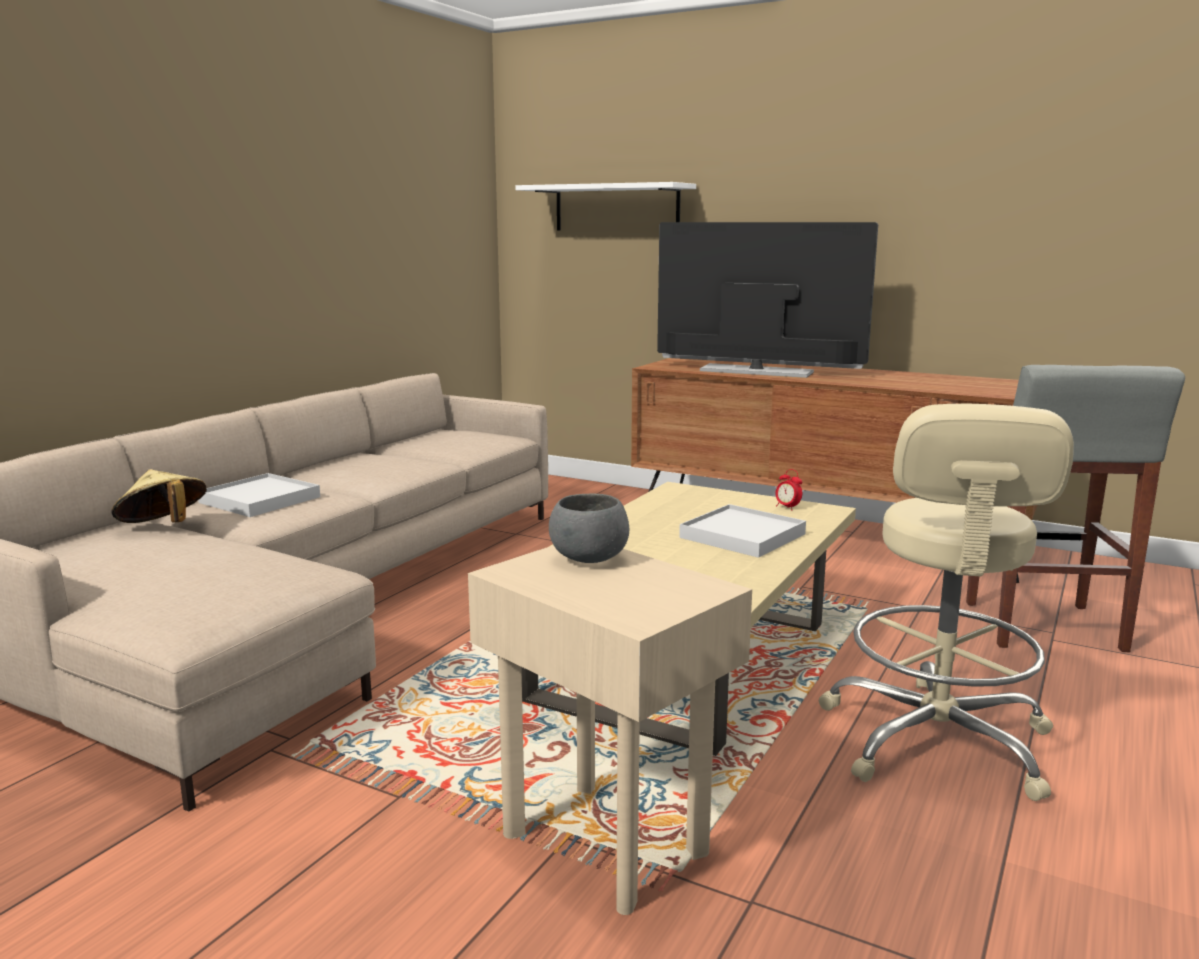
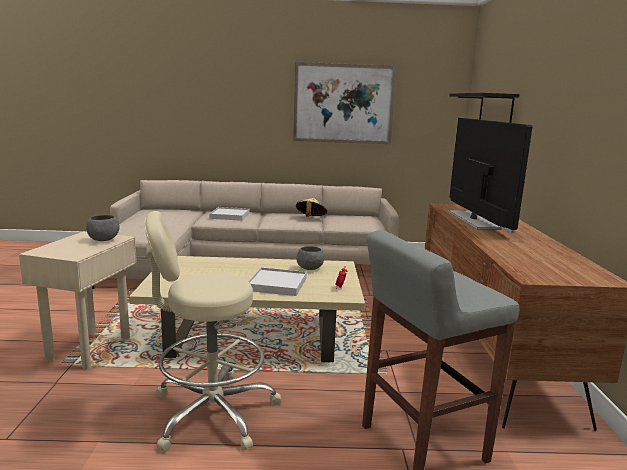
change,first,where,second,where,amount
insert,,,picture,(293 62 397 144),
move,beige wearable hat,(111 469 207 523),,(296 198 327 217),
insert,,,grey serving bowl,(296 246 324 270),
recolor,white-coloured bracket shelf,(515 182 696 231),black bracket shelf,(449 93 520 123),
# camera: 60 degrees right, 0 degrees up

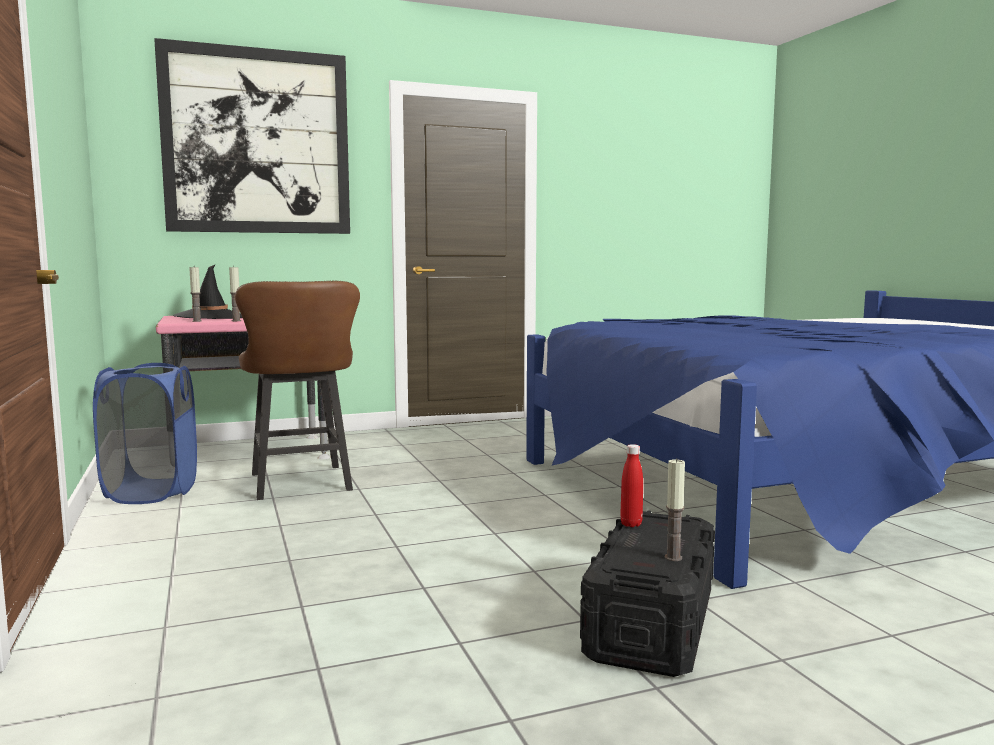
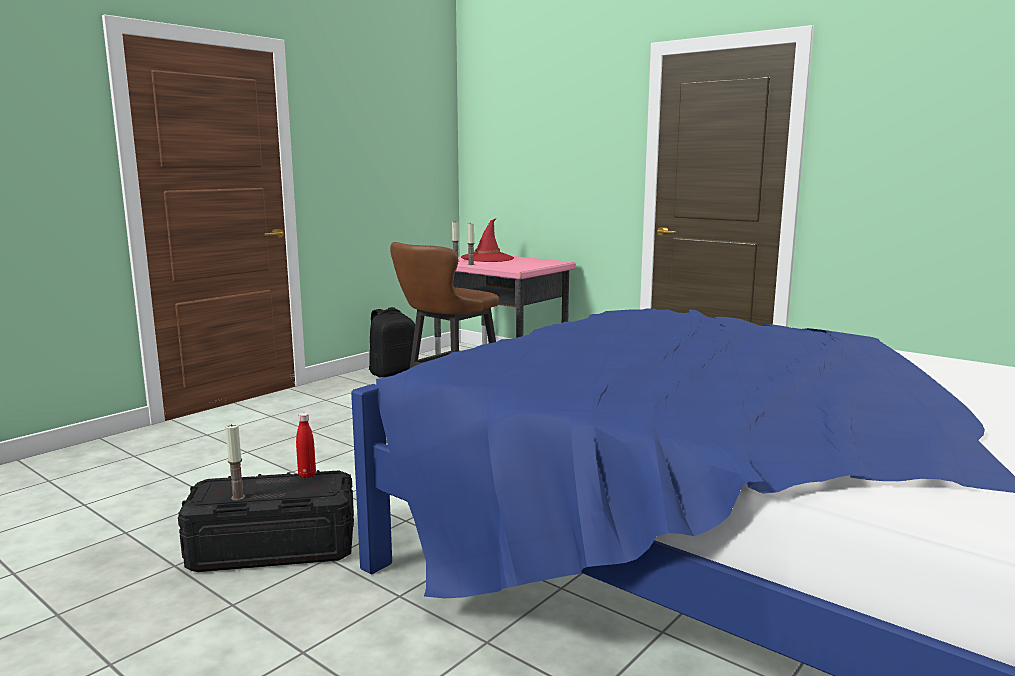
change,first,where,second,where,amount
replace,bluish hamper,(93 363 197 504),black knapsack,(369 307 415 378),
recolor,black wearable hat,(173 265 242 319),red-coloured wearable hat,(461 218 514 262),
delete,picture,(154 38 350 234),,,
# camera: 60 degrees right, 5 degrees up

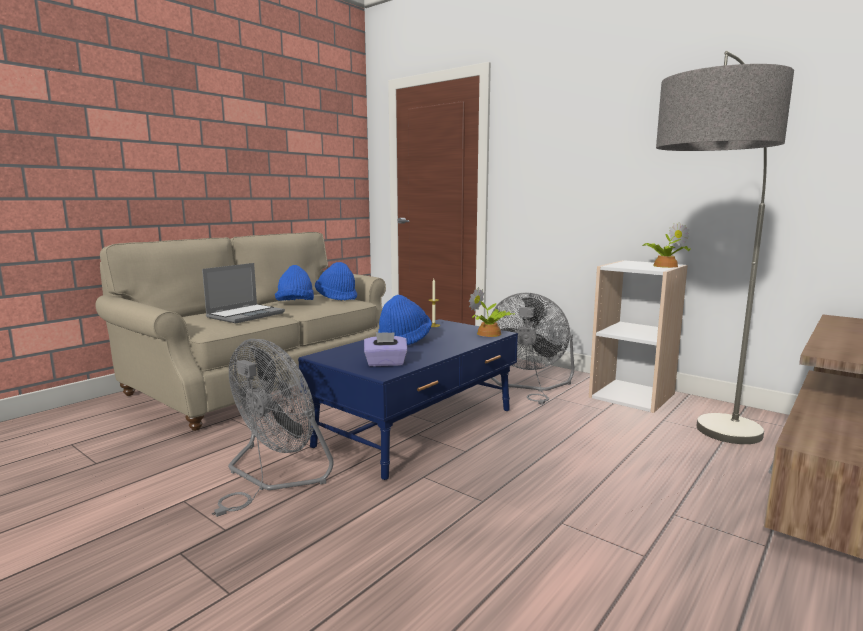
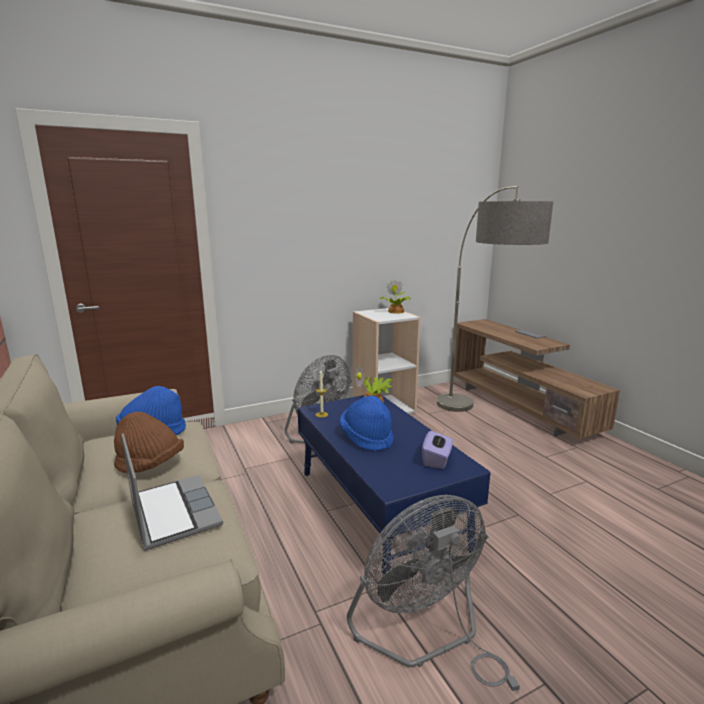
change,first,where,second,where,amount
recolor,bluish wearable hat,(275 265 314 301),brown wearable hat,(114 412 184 473),
# camera: 65 degrees left, 5 degrees up

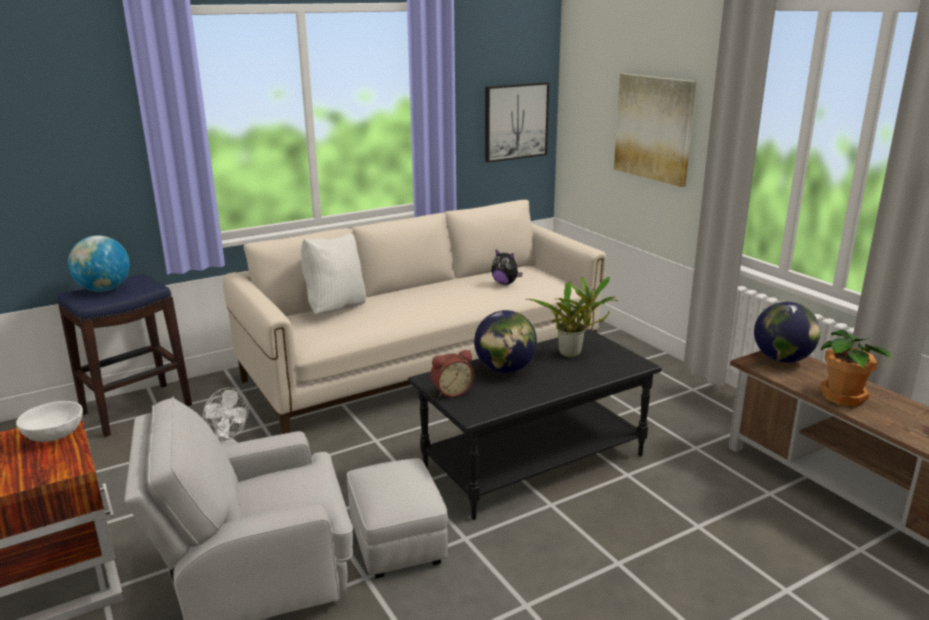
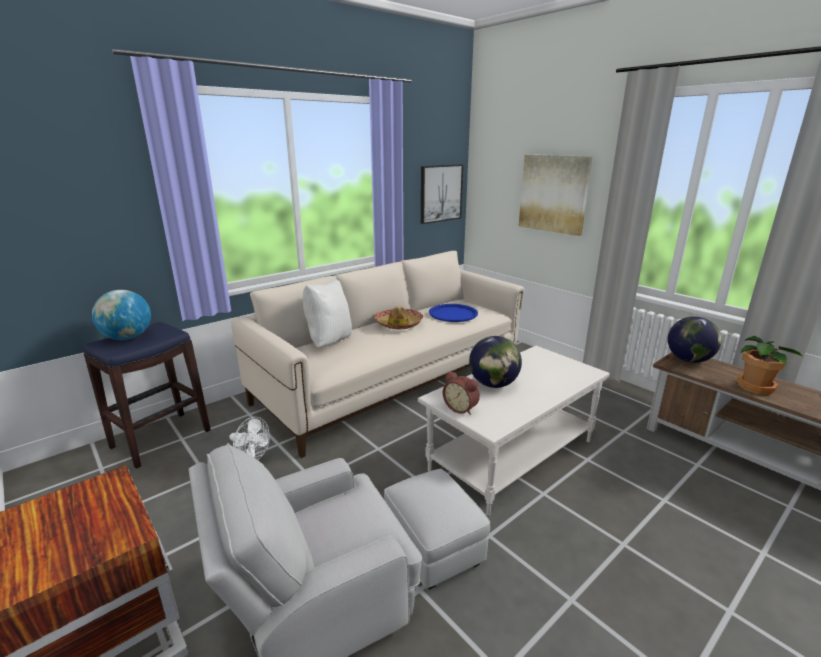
change,first,where,second,where,amount
insert,,,wearable hat,(374 306 424 329),
recolor,black lounge table,(408 329 662 520),white-coloured lounge table,(418 346 610 516),
replace,plush toy,(491 250 523 285),bluish tray,(429 304 478 322),
rotate,alarm clock,(431 350 474 397),,(443 371 480 415),75 degrees clockwise
delete,white-coloured serving bowl,(16 401 83 442),,,
delete,potted plant,(526 277 618 357),,,
# camera: 10 degrees left, 0 degrees up

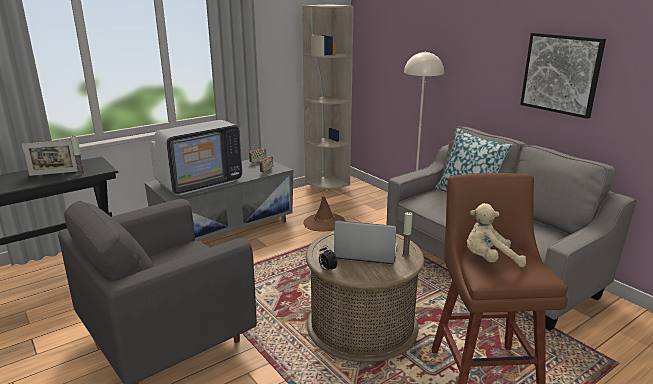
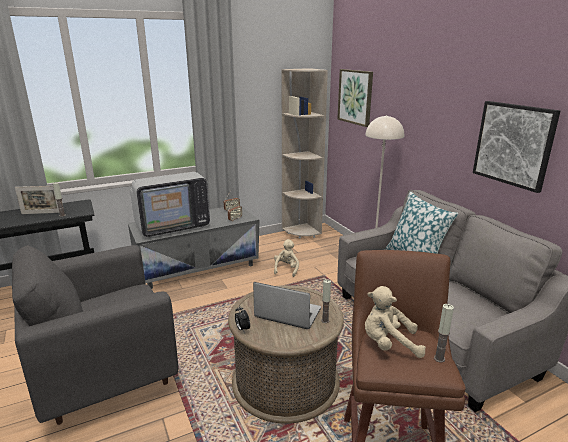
change,first,where,second,where,amount
replace,brown wearable hat,(303 196 345 232),beige plush toy,(274 239 299 277),
insert,,,picture,(337 69 373 127),
insert,,,wax candle,(434 304 454 362),
# camera: 10 degrees right, 0 degrees up

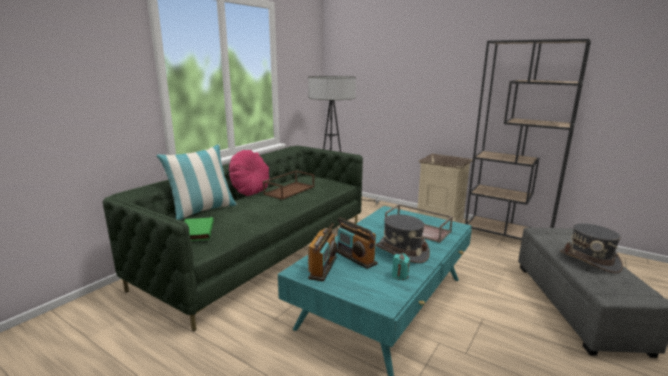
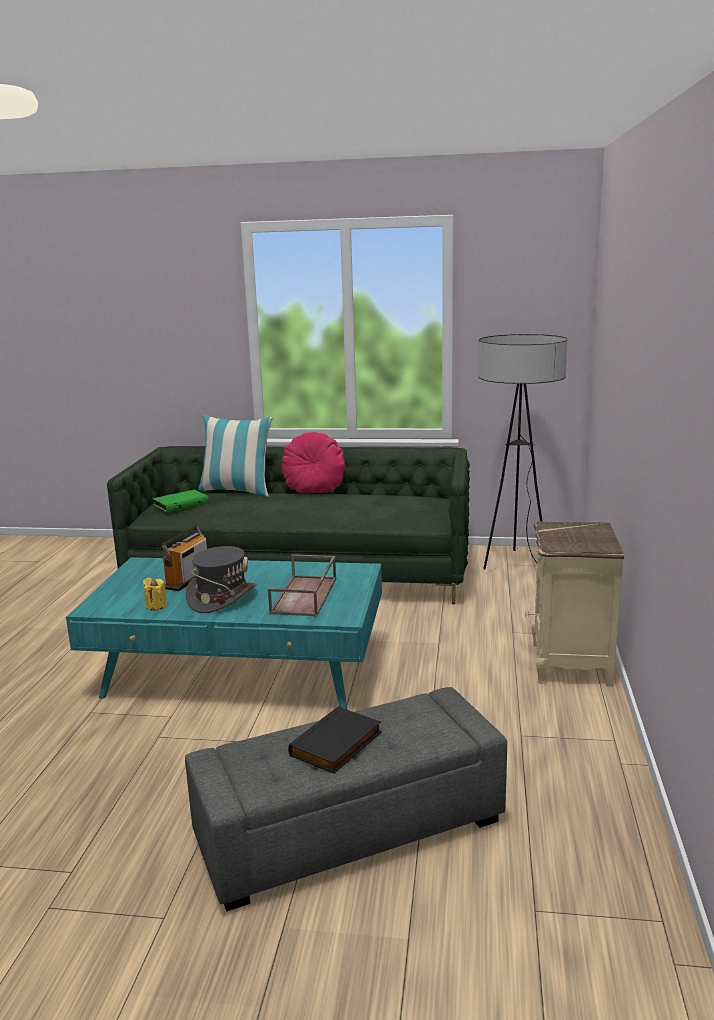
change,first,where,second,where,amount
recolor,turquoise wax candle,(392 253 410 280),yellow wax candle,(143 578 167 611),
replace,grey wearable hat,(560 223 623 273),black book,(288 706 382 774),
delete,brown tray,(263 171 314 200),,,
delete,radio receiver,(308 223 337 281),,,
delete,bookcase,(465 39 591 240),,,
# camera: 65 degrees right, 0 degrees up

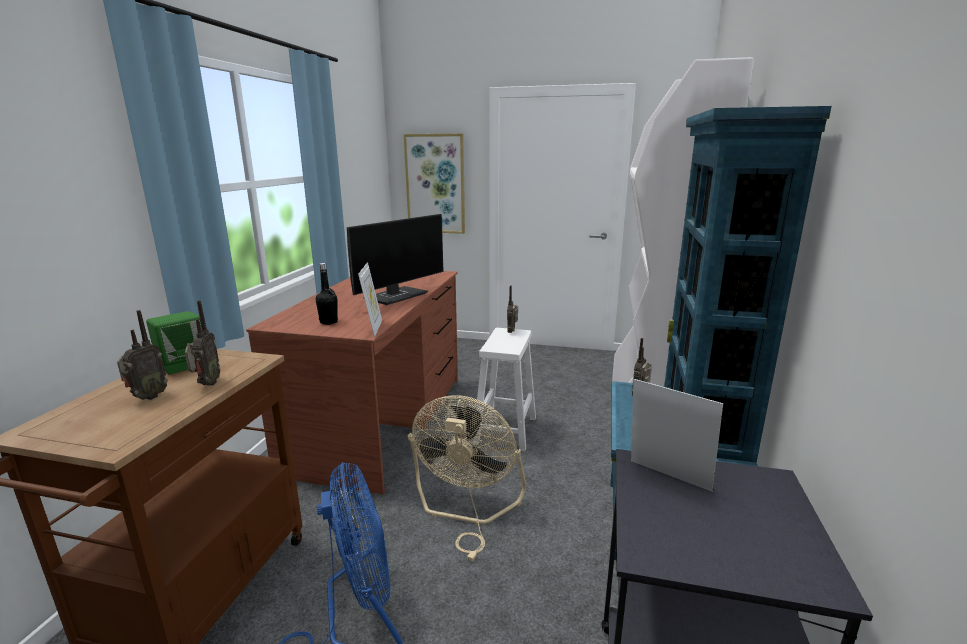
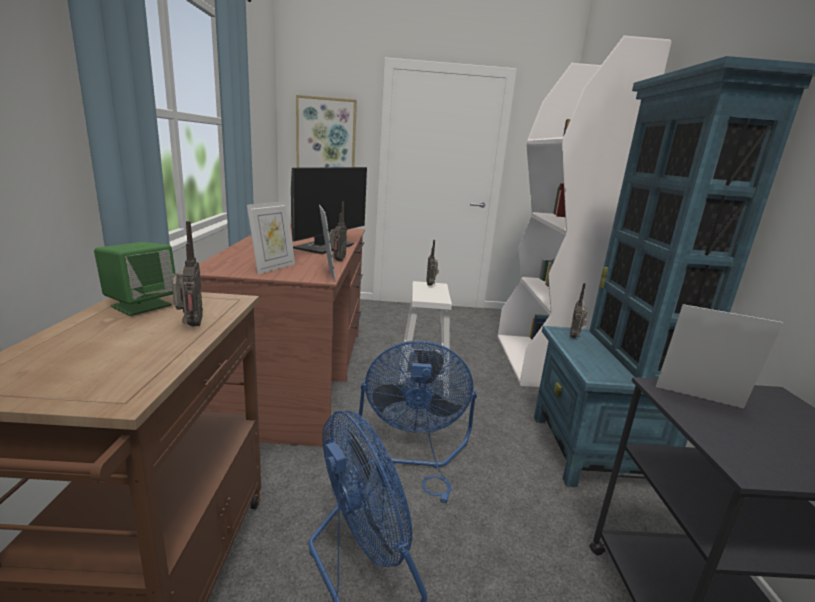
change,first,where,second,where,amount
replace,black drink bottle,(316 263 338 325),photo frame,(247 201 295 274),
move,radio receiver,(117 310 168 400),,(329 202 347 261),
recolor,beige electric fan,(408 395 526 562),bluish electric fan,(358 341 477 504),
# camera: 15 degrees left, 0 degrees up

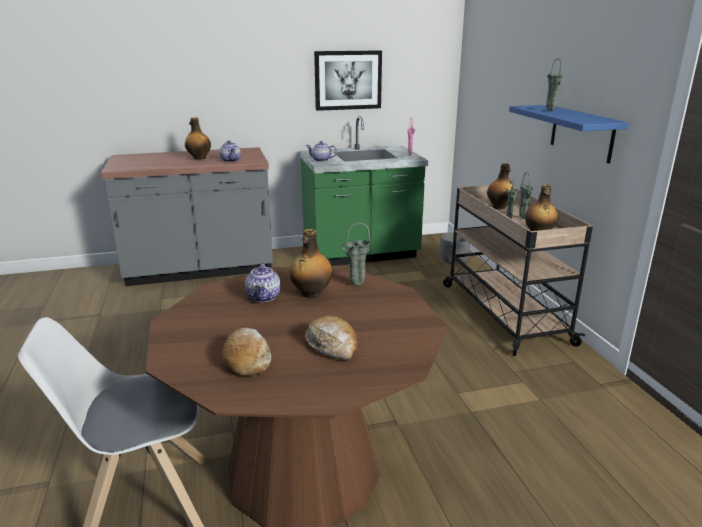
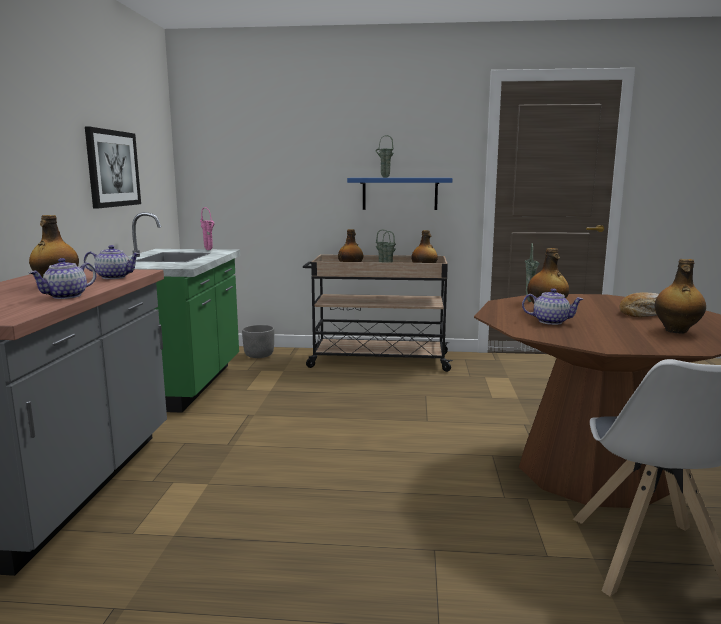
change,first,where,second,where,amount
move,tea pot,(306 141 337 162),,(29 258 96 299),
replace,bakery bread,(222 328 271 376),drink bottle,(655 259 706 334),
# camera: 70 degrees left, 10 degrees down

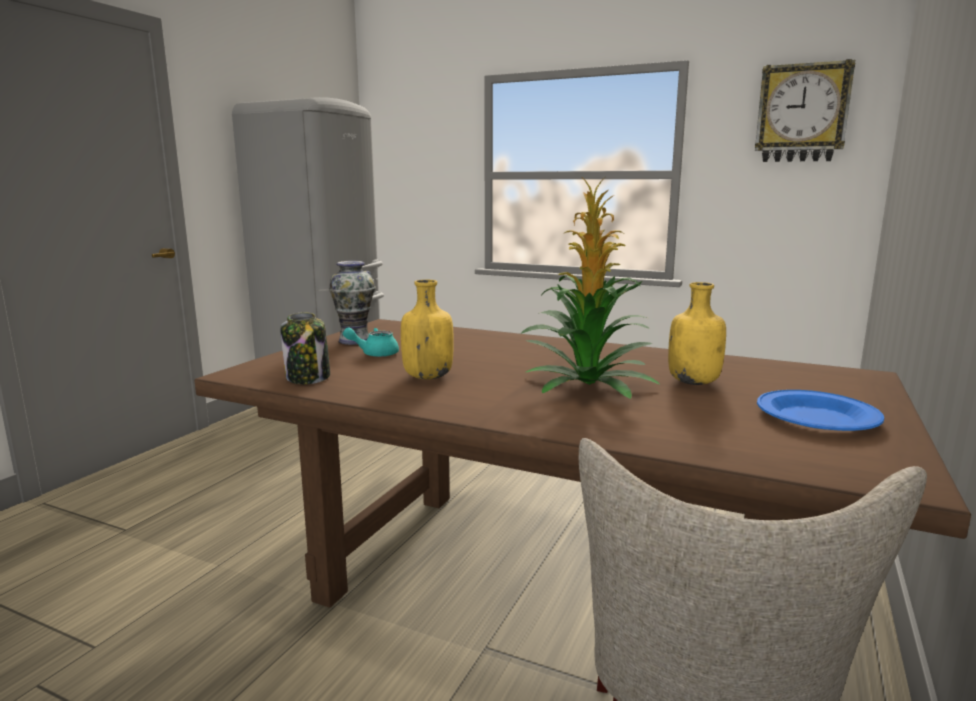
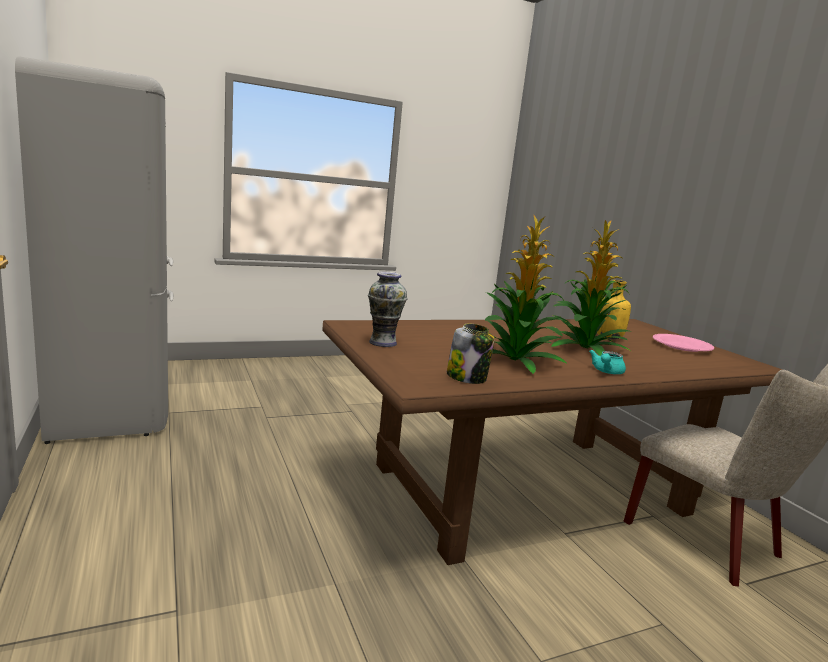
change,first,where,second,where,amount
replace,yellow drink bottle,(401 280 454 379),potted plant,(485 214 568 374),
move,turquoise tea pot,(343 327 399 357),,(589 350 626 374),
recolor,bluish plate,(757 390 884 431),pinkish plate,(653 334 714 352),
delete,clock on the wall,(755 59 855 162),,,
# camera: 50 degrees left, 0 degrees up

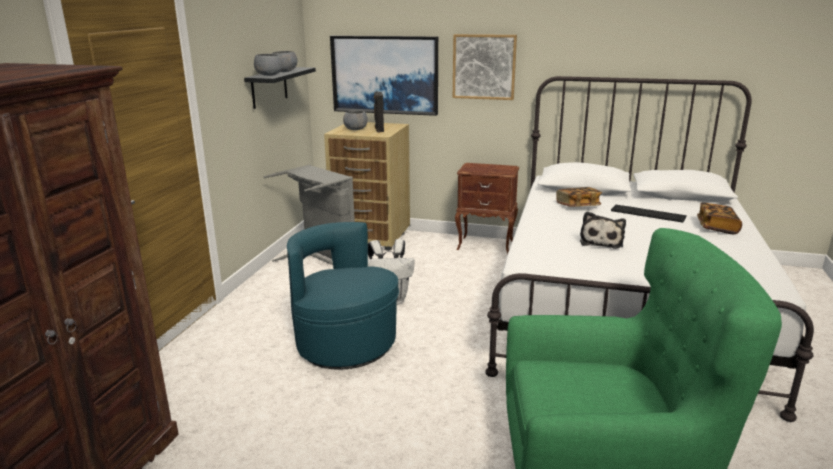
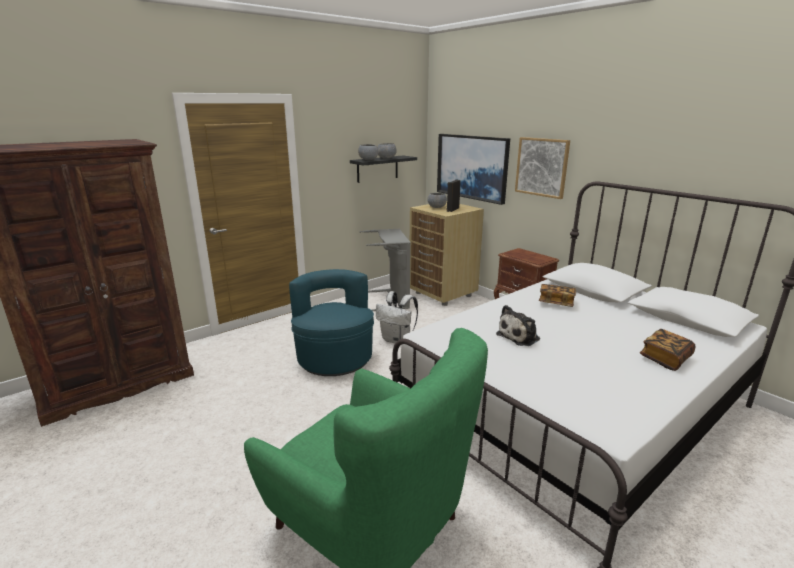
change,first,where,second,where,amount
delete,keyboard,(611 205 687 223),,,
# camera: 35 degrees right, 0 degrees up

